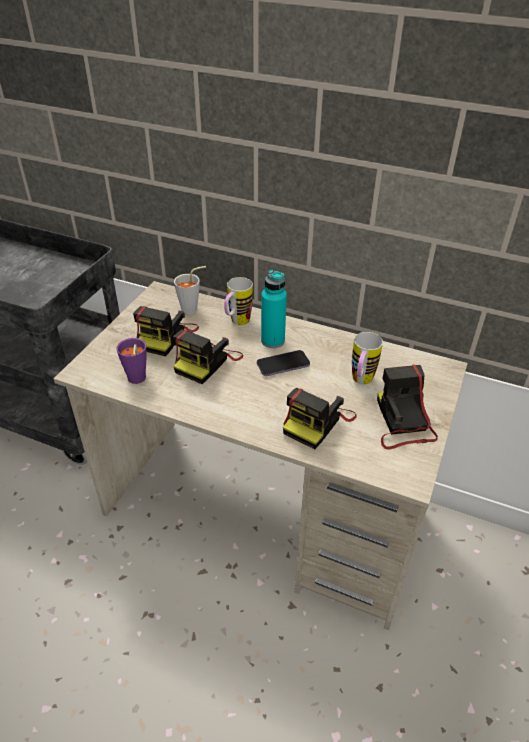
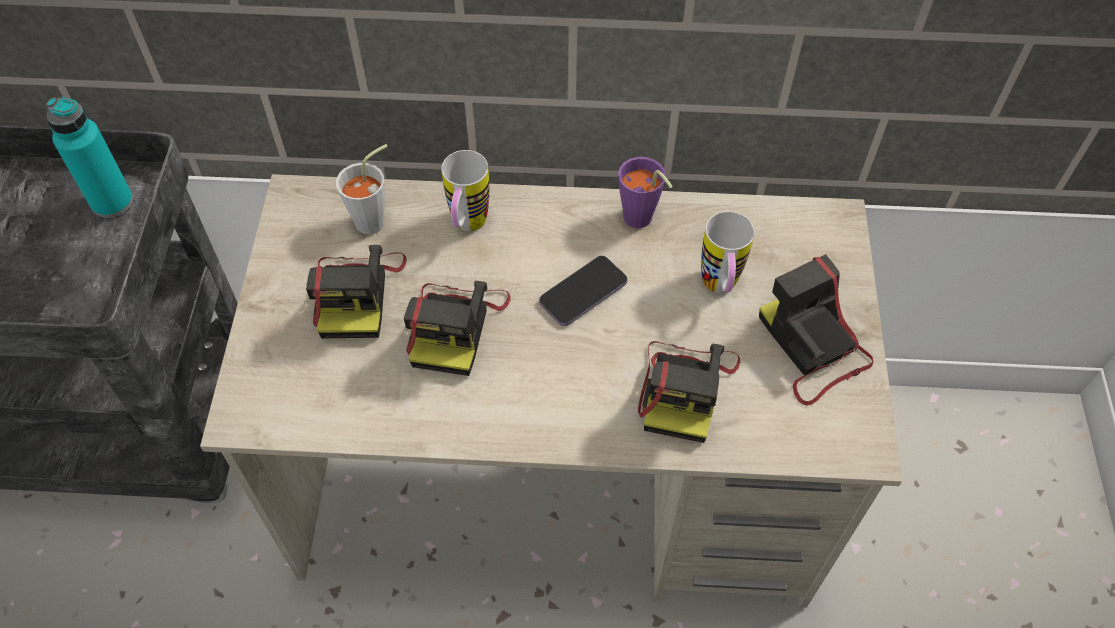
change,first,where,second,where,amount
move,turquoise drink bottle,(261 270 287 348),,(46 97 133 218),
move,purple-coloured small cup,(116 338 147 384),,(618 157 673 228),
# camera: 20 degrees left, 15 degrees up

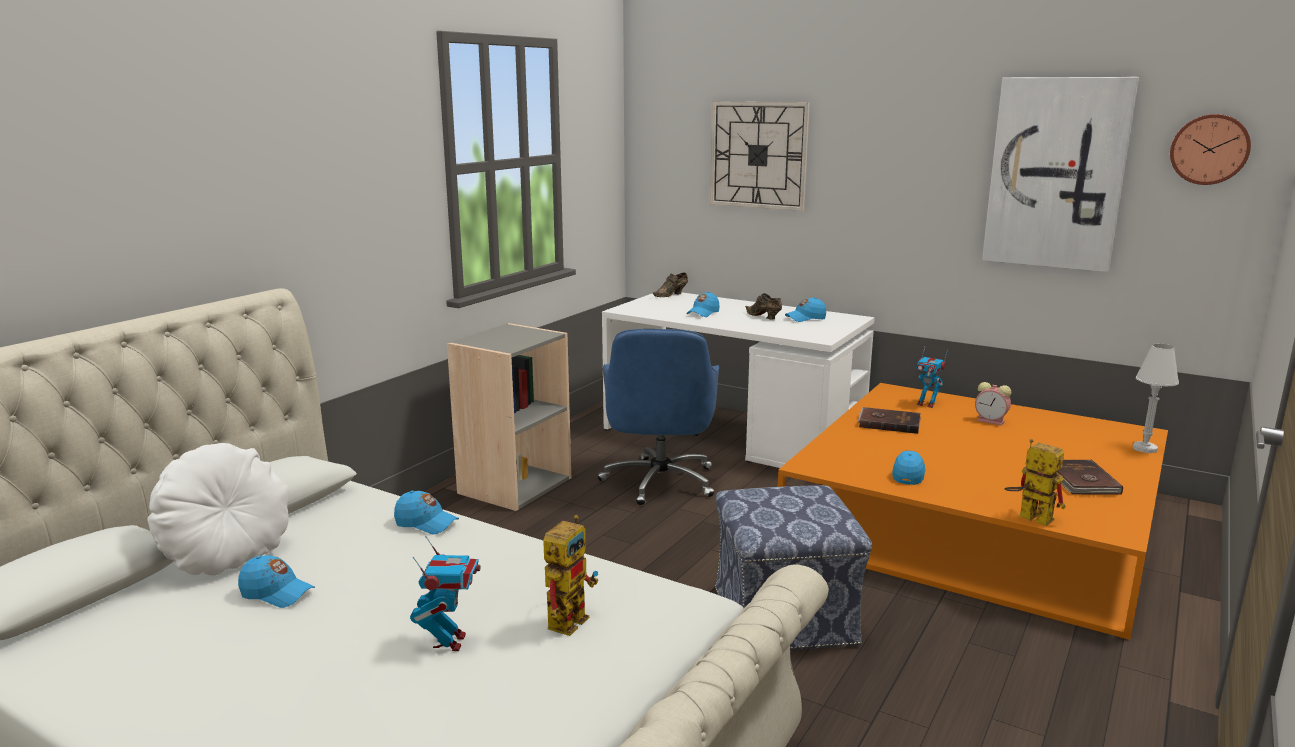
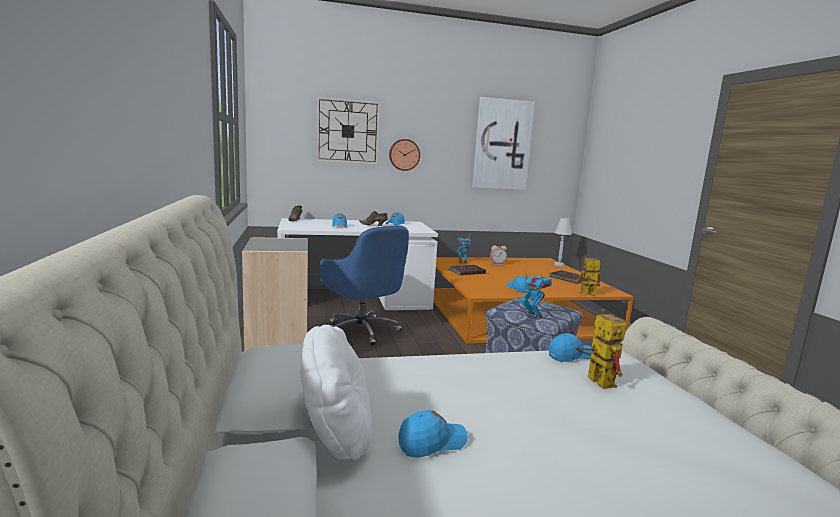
change,first,where,second,where,amount
move,clock on the wall,(1170 114 1251 185),,(389 139 420 171),
move,toy robot,(410 536 481 651),,(521 271 552 318),
move,bluish peaked cap,(394 491 459 534),,(549 333 593 362),
# camera: 45 degrees left, 5 degrees down

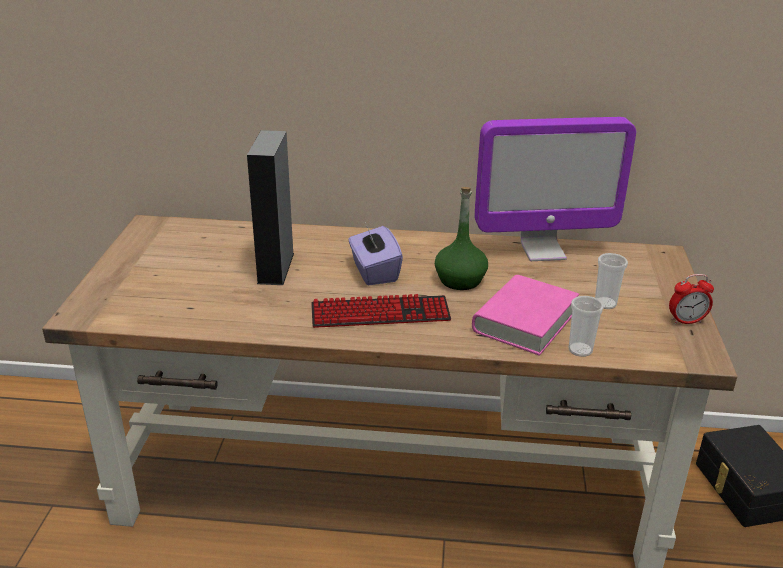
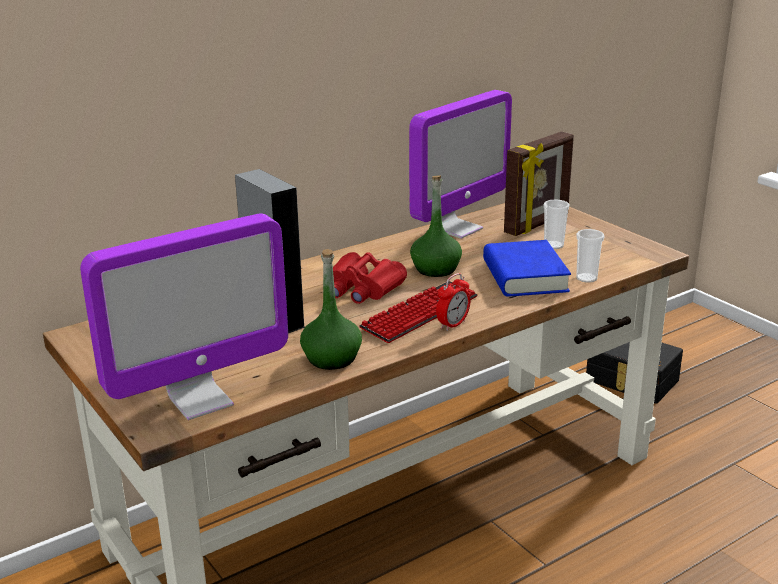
change,first,where,second,where,amount
insert,,,computer screen,(80 213 288 420),
insert,,,green-coloured drink bottle,(300 249 362 370),
replace,purple-coloured box of tissues,(348 222 403 286),red-coloured field glasses,(333 252 407 304),
move,alarm clock,(669 274 714 325),,(436 273 470 331),
recolor,pinkish book,(472 275 579 356),bluish book,(483 240 571 297),
insert,,,photo frame,(504 131 574 236),
# camera: 40 degrees left, 5 degrees down

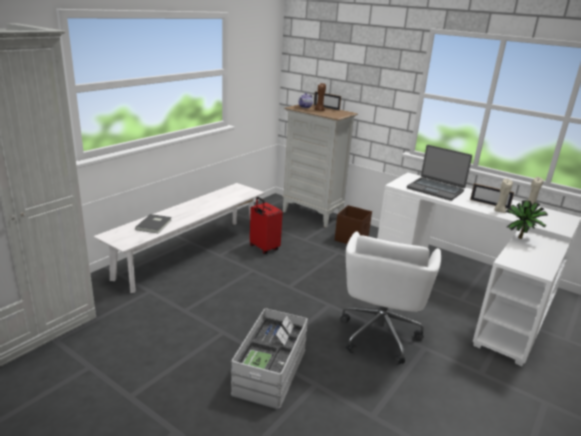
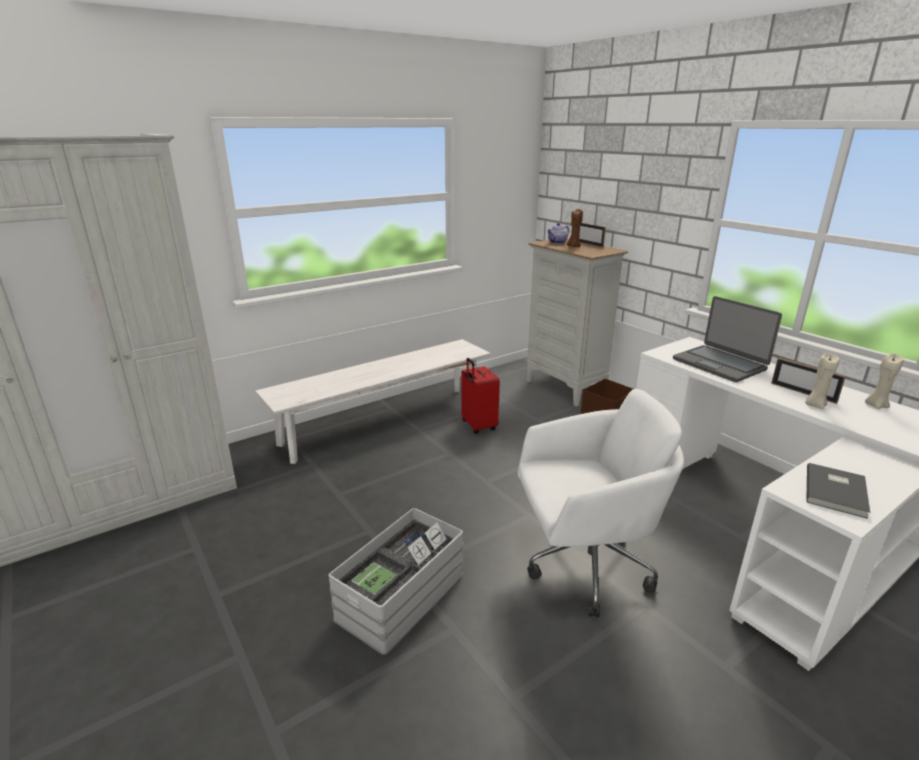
change,first,where,second,where,amount
rotate,white-coloured office chair,(341 232 441 365),,(518 389 684 617),135 degrees counterclockwise
move,grey book,(135 214 172 233),,(806 463 870 519),
delete,potted plant,(506 200 548 239),,,
# camera: 20 degrees right, 0 degrees up

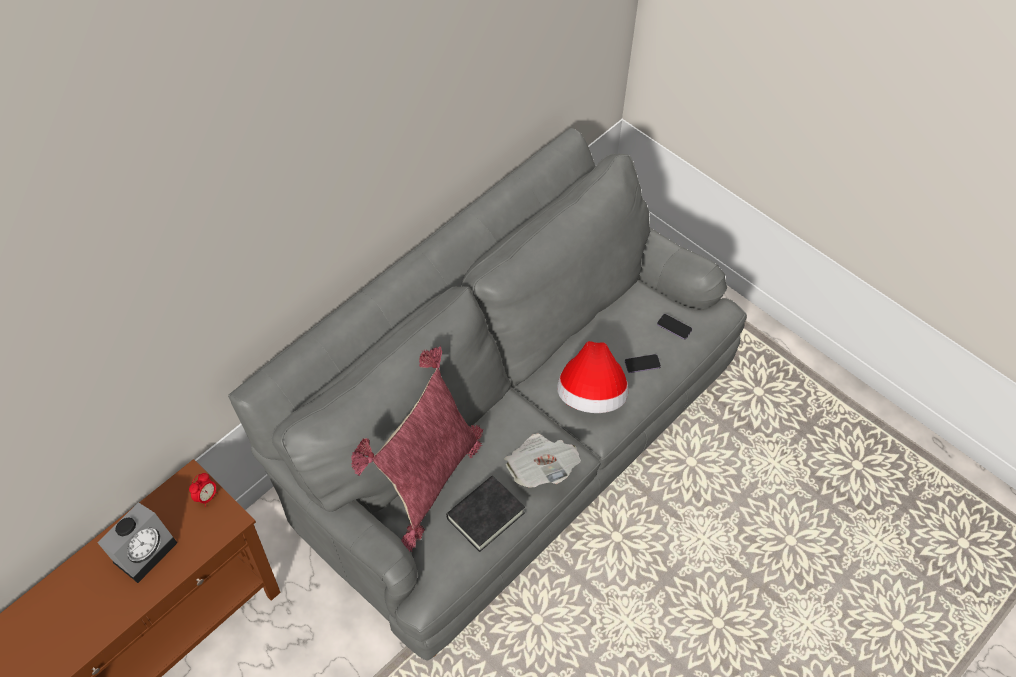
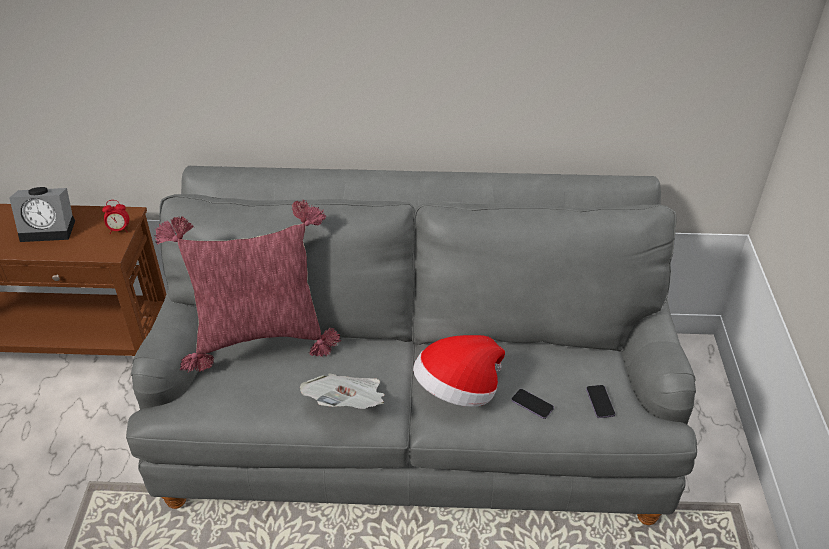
change,first,where,second,where,amount
delete,black book,(446 476 525 552),,,
# camera: 50 degrees right, 15 degrees down

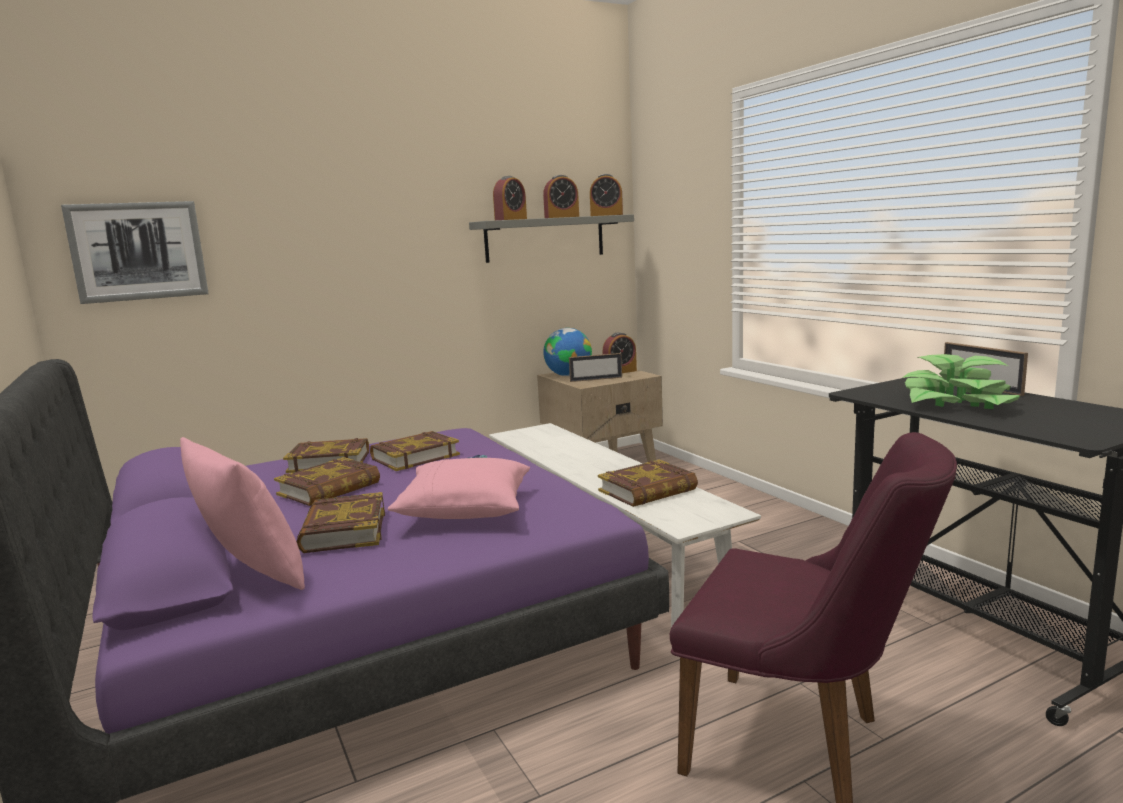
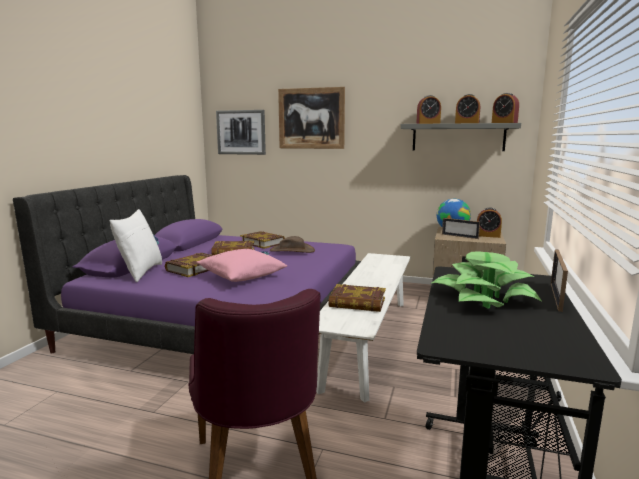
change,first,where,second,where,amount
recolor,pinkish throw pillow,(180 437 305 590),white-coloured throw pillow,(110 209 162 282),
replace,book,(370 431 460 471),brown wearable hat,(270 236 315 253),
insert,,,picture,(278 87 345 149),
# camera: 45 degrees right, 0 degrees up

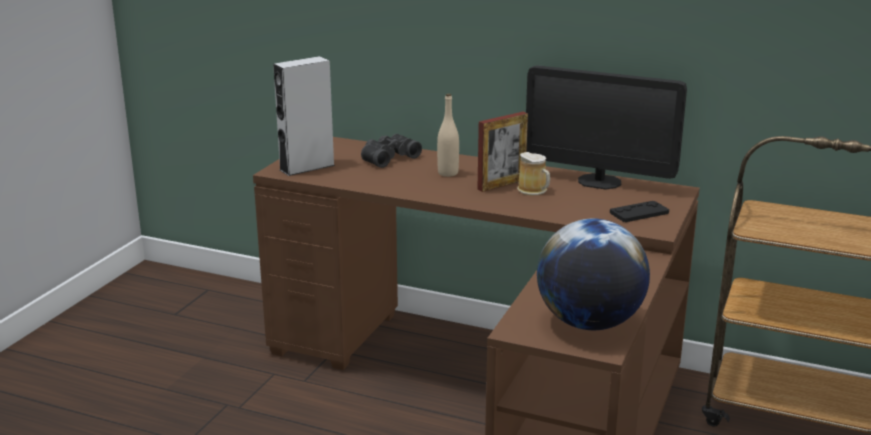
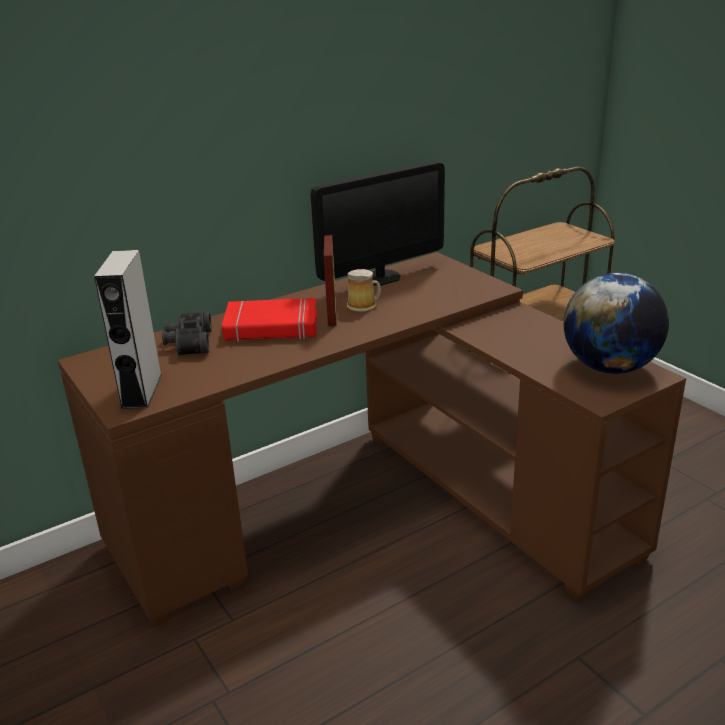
change,first,where,second,where,amount
replace,beige drink bottle,(437 93 459 177),red-coloured book,(222 298 317 342),
delete,black joypad,(610 201 669 222),,,
# camera: 55 degrees left, 5 degrees up

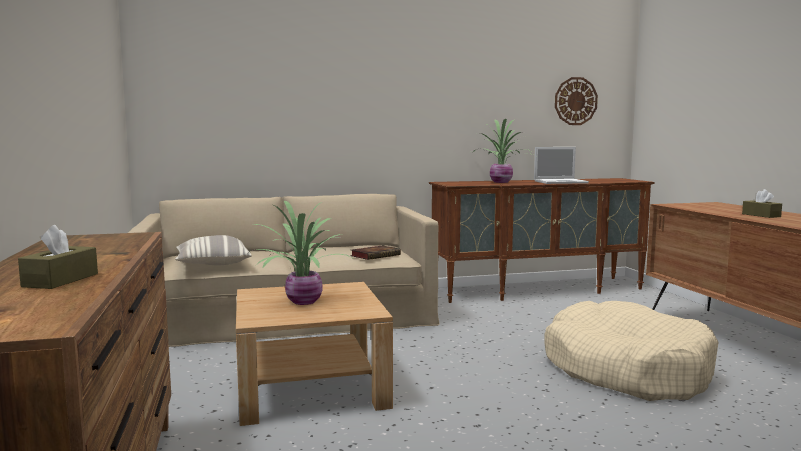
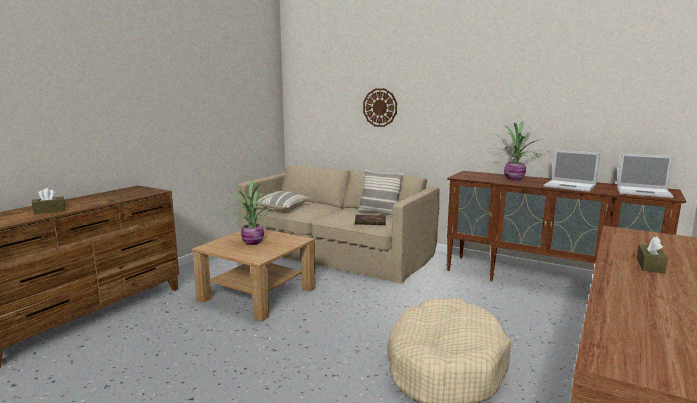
change,first,where,second,where,amount
insert,,,throw pillow,(358 170 404 215),
move,clock on the wall,(555 77 598 125),,(363 88 397 127),
insert,,,portable computer,(617 153 674 198),
# camera: 45 degrees right, 5 degrees up

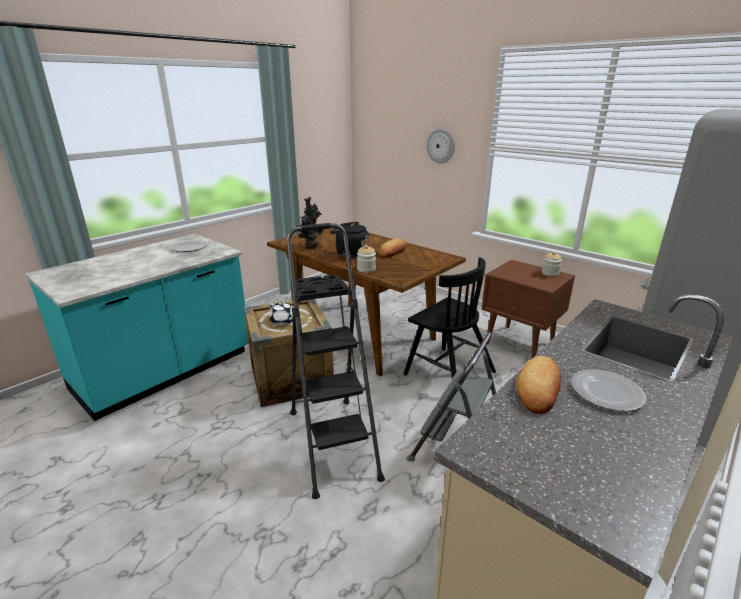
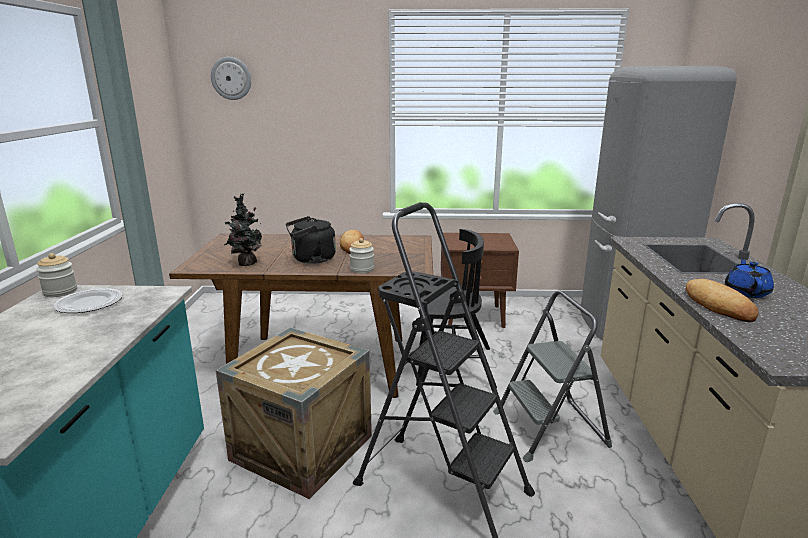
change,first,where,second,where,amount
move,jar,(542 252 562 277),,(36 253 77 297),
move,clock on the wall,(426 129 455 164),,(211 57 251 100),
replace,plate,(571 370 647 411),bluish tea pot,(725 258 774 298),
delete,white-coloured tea pot,(269 302 293 325),,,
# camera: 40 degrees left, 5 degrees down

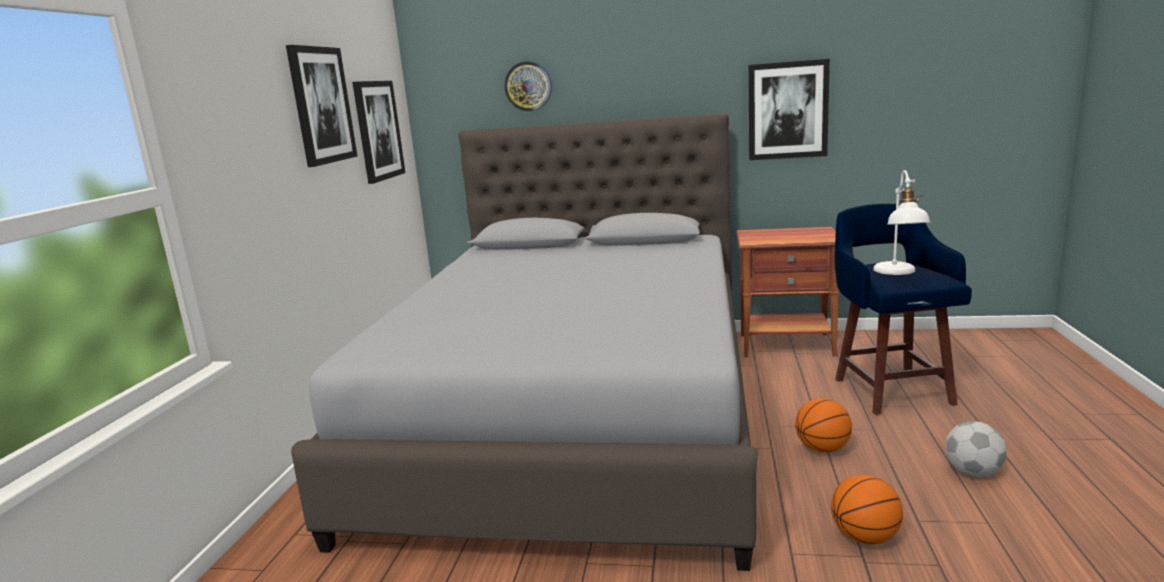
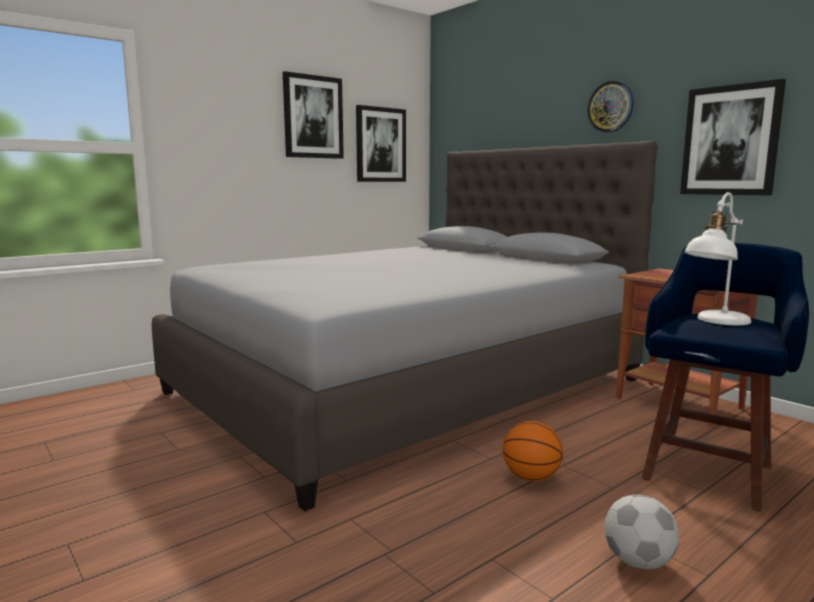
change,first,where,second,where,amount
move,clock on the wall,(504 61 552 111),,(587 81 634 133),
delete,basketball ball,(831 475 903 544),,,
# camera: 40 degrees right, 5 degrees down

